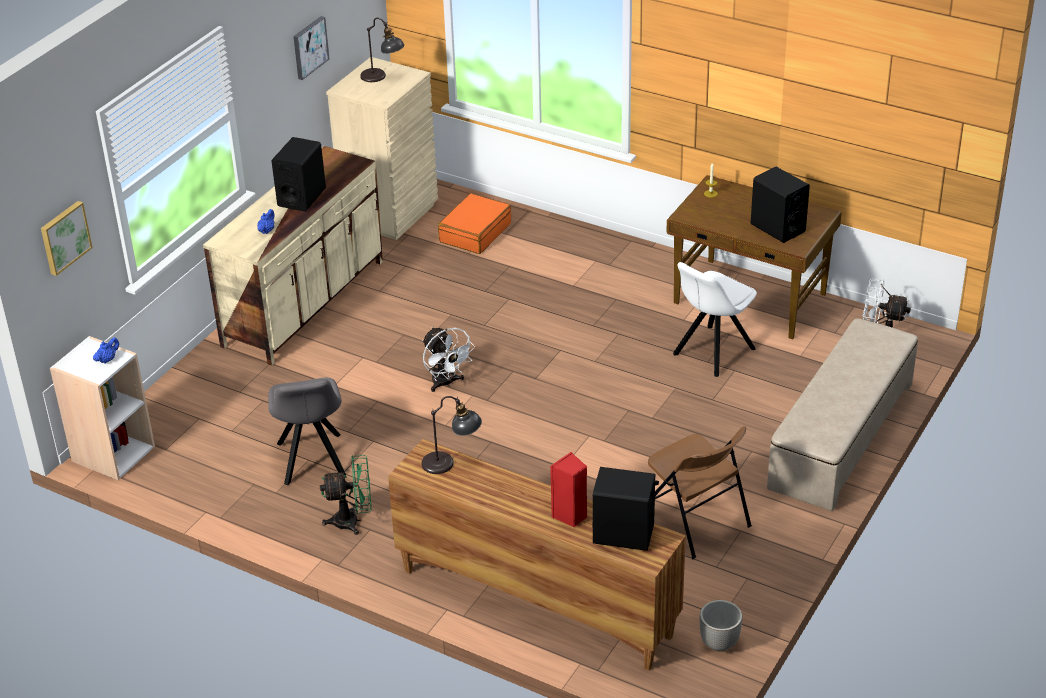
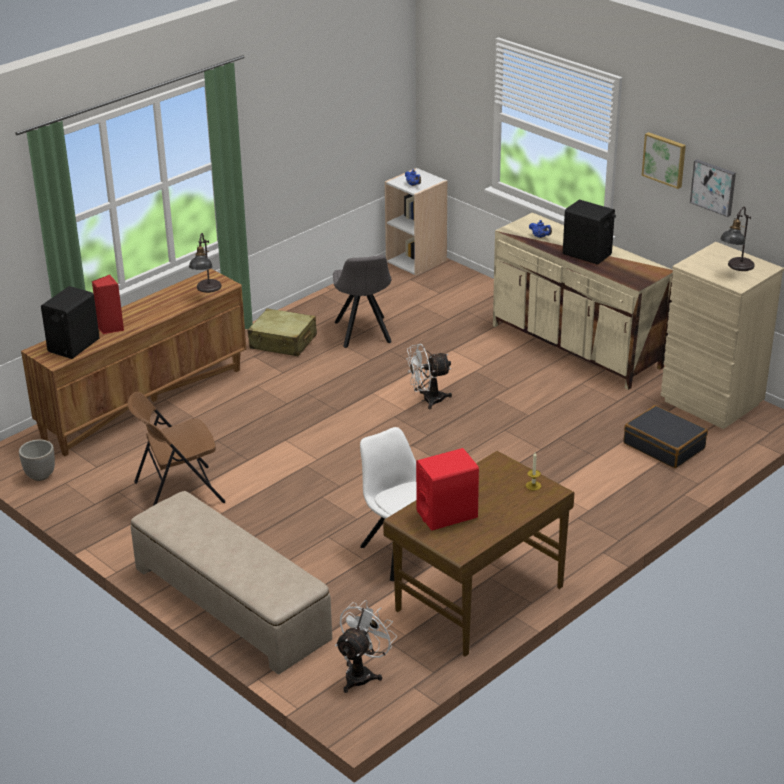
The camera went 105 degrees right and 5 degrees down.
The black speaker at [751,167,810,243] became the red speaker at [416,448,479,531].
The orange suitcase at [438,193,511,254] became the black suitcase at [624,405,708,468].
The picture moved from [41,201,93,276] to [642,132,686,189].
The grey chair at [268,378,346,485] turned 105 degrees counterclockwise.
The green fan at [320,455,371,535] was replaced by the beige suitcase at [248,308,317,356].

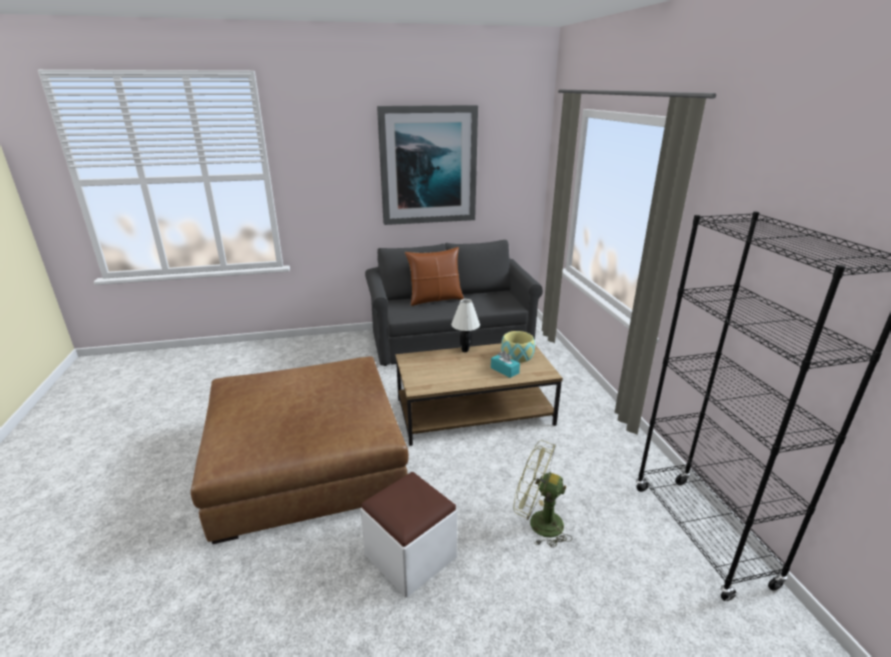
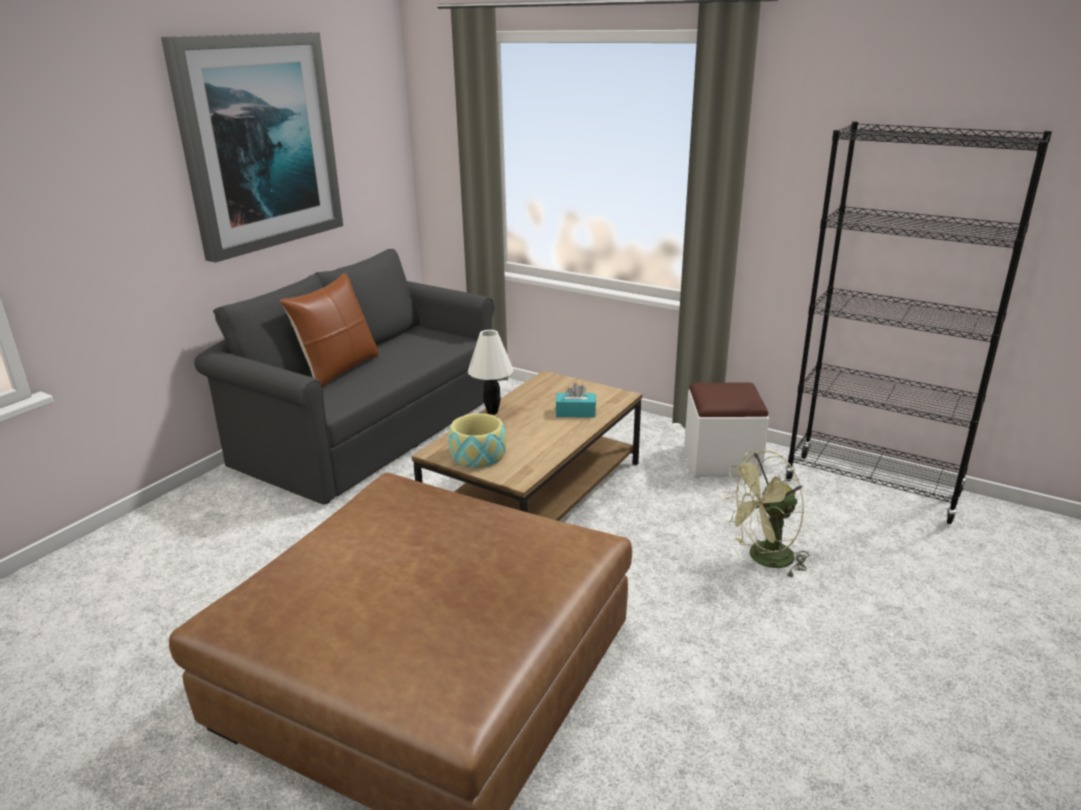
The camera went 45 degrees left and 0 degrees up.
The bowl moved from [501,331,535,363] to [448,413,506,468].
The white ottoman moved from [360,472,457,597] to [684,382,769,476].

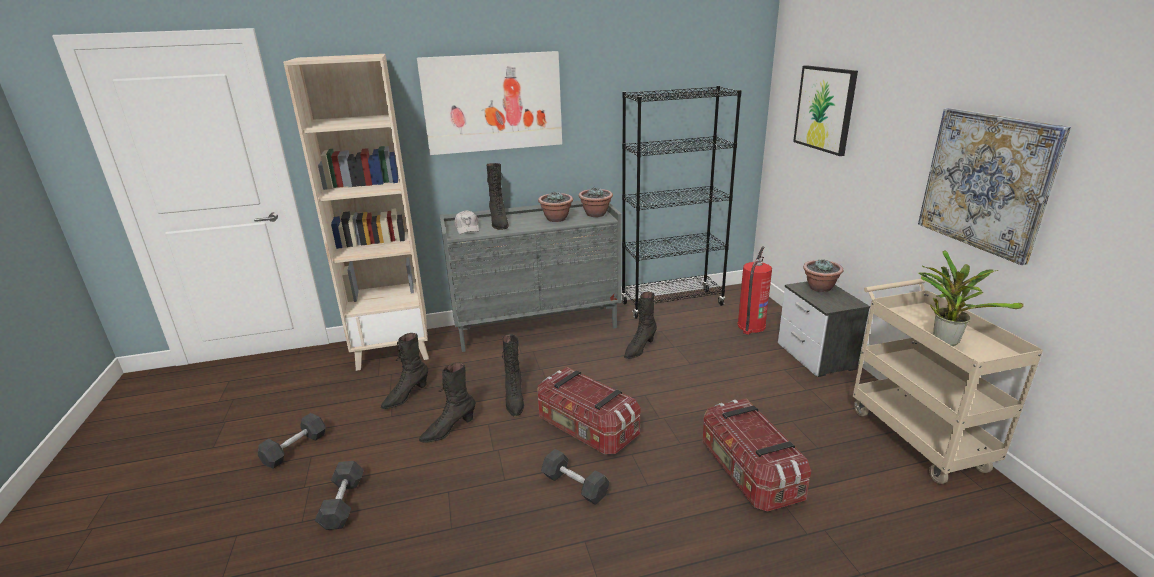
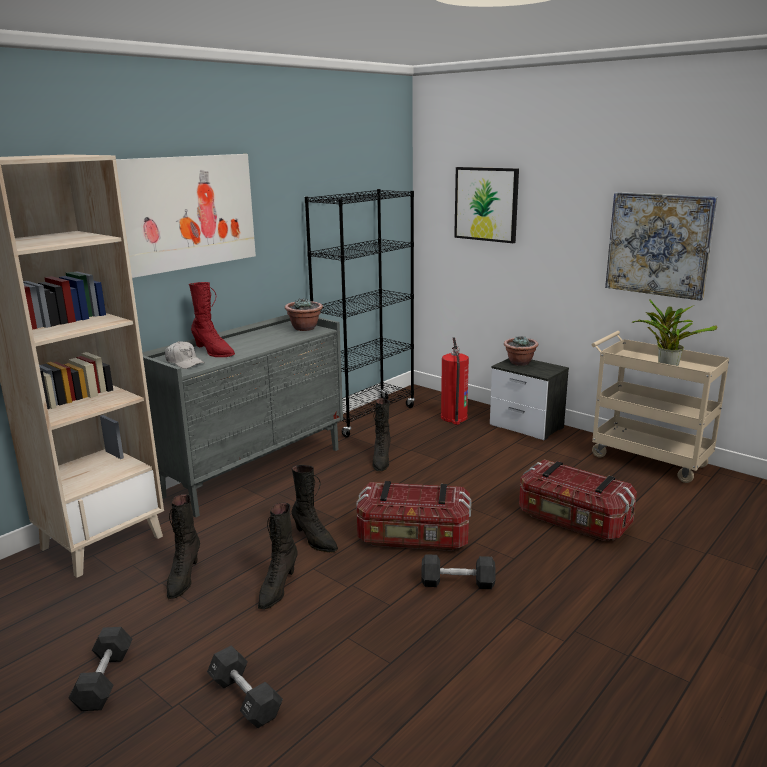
The camera went 35 degrees left and 5 degrees down.
The black boot at [486,163,509,230] became the red boot at [189,282,235,357].
The potted plant at [538,192,573,222] disappeared.

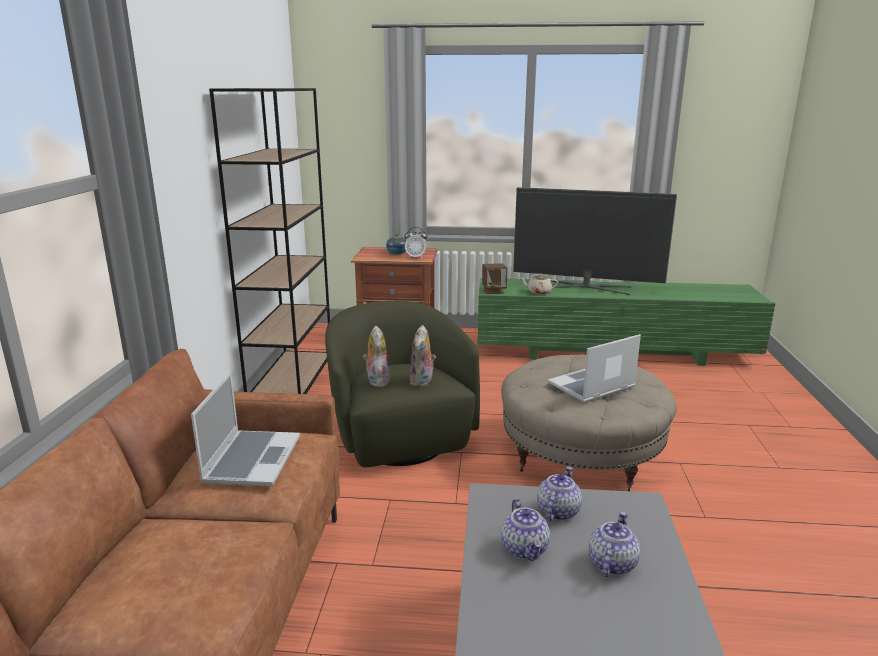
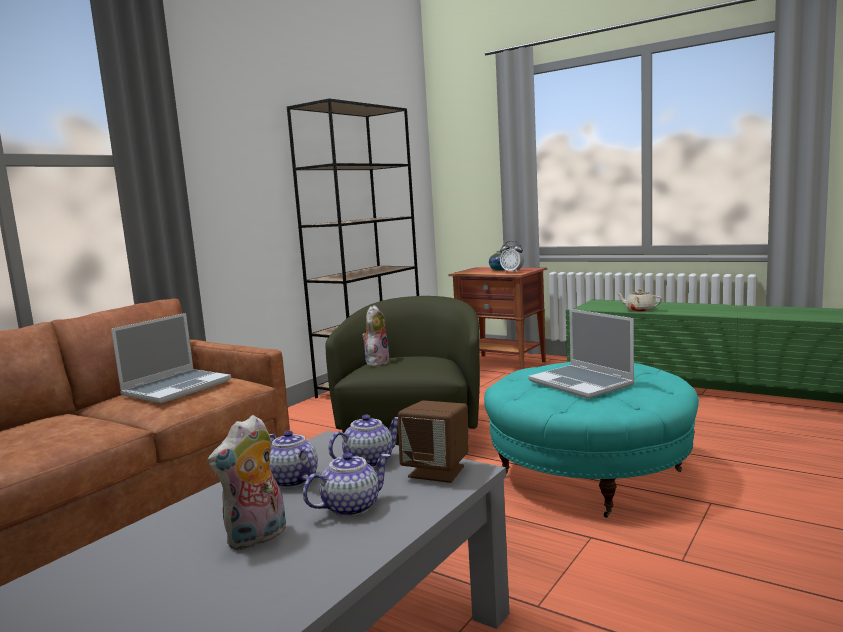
The camera went 30 degrees right and 10 degrees down.
The television at [513,187,677,295] disappeared.
The brown speaker moved from [482,263,507,294] to [398,400,469,483].
The plush toy moved from [410,325,436,387] to [207,415,286,551].
The laptop at [548,334,641,403] turned 120 degrees counterclockwise.
The beige ottoman at [501,355,677,491] became the turquoise ottoman at [484,362,699,518].
The teapot at [501,499,550,561] turned 120 degrees clockwise.

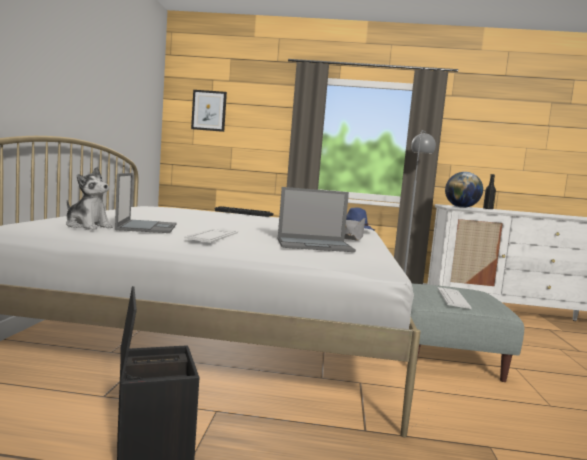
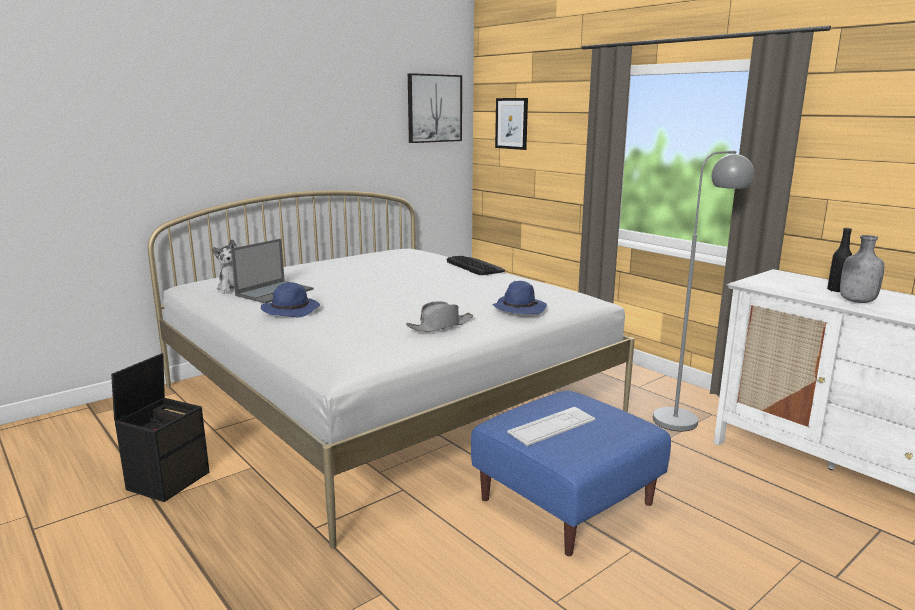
The camera went 45 degrees right and 10 degrees up.
The globe at [445,172,483,208] disappeared.
The laptop at [278,187,356,252] disappeared.
The keyboard at [184,228,238,243] was replaced by the blue hat at [261,282,320,318].
The grey ottoman at [411,284,524,382] became the blue ottoman at [471,391,671,556].
The picture at [408,73,462,143] appeared.
The grey bottle at [840,235,885,303] appeared.

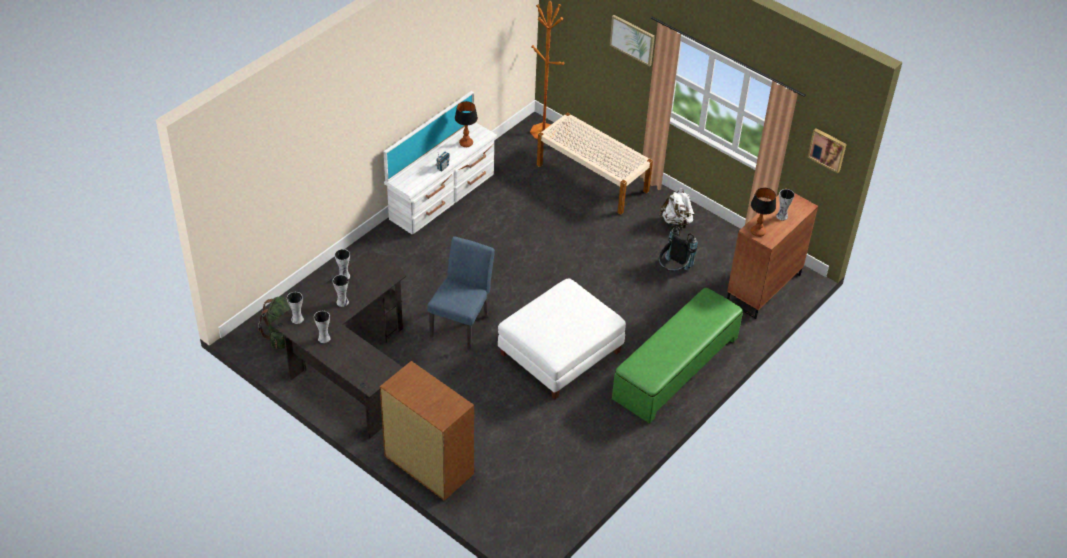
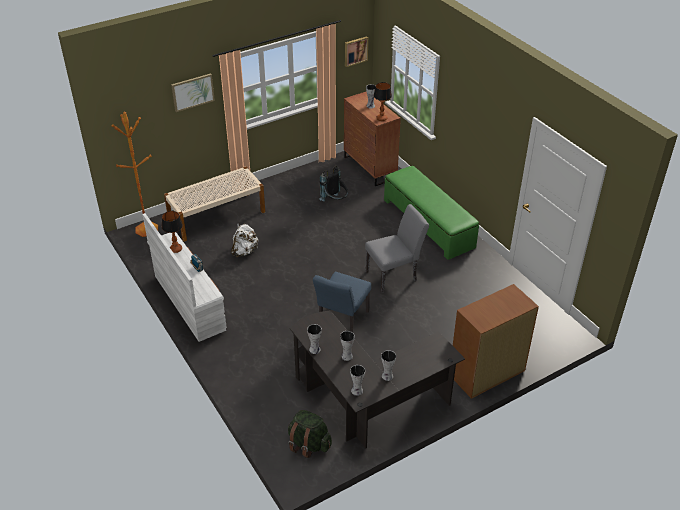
The camera went 70 degrees left and 5 degrees down.
The white backpack moved from [659,188,694,229] to [231,223,258,257].
The blue chair at [427,236,495,350] turned 105 degrees counterclockwise.
The white ottoman at [498,278,626,399] was replaced by the grey chair at [365,204,429,293].

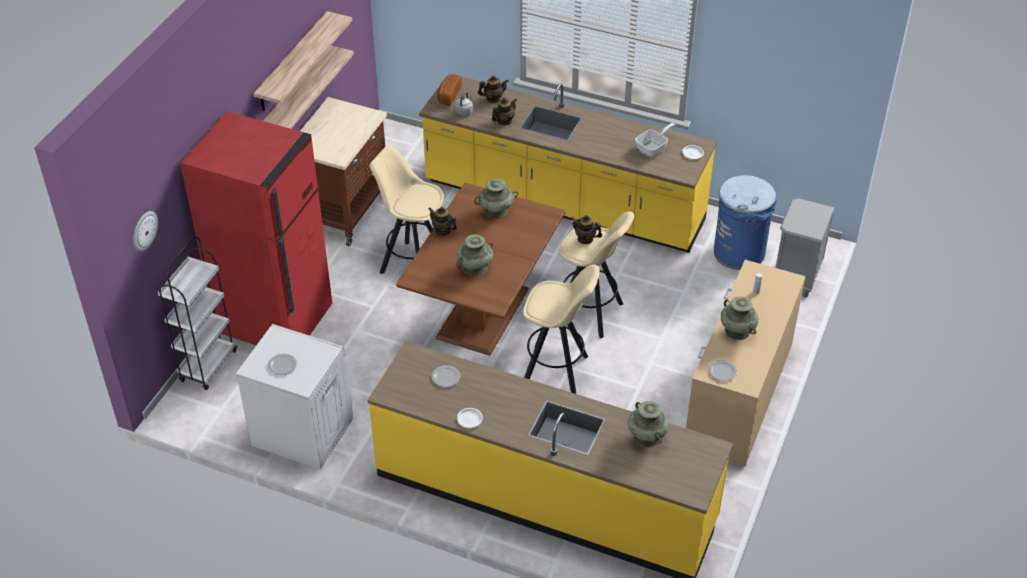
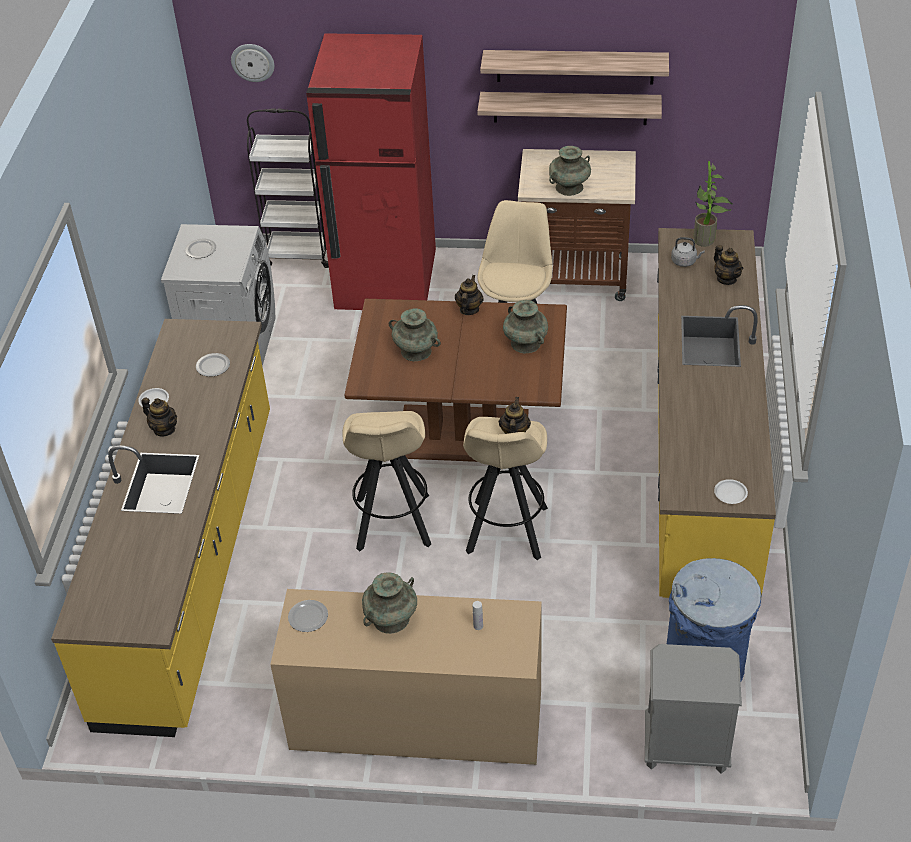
The camera went 75 degrees right and 0 degrees up.
The bread at [437,74,462,106] was replaced by the potted plant at [694,161,733,247].
The teapot moved from [492,98,517,125] to [141,397,177,436].
The frying pan at [635,123,676,156] disappeared.
The turquoise vase moved from [628,401,669,447] to [549,146,591,196].

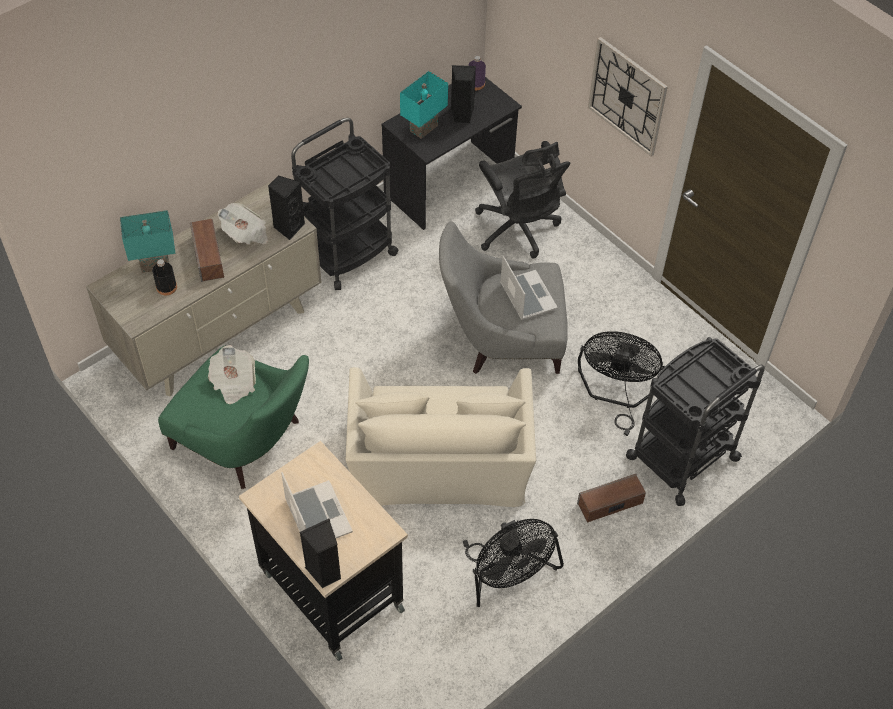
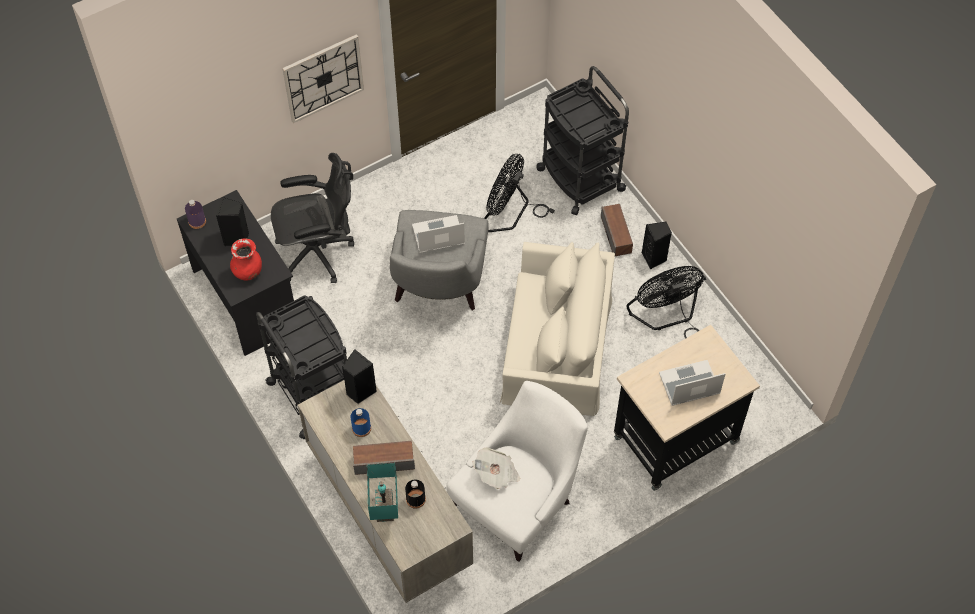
The camera went 80 degrees left and 5 degrees up.
The turquoise table lamp at [400,71,448,139] was replaced by the red vase at [230,239,262,280].
The newspaper at [218,203,268,245] was replaced by the blue bottle at [350,408,371,437].
The green armchair at [158,346,309,489] became the white armchair at [446,381,588,562].
The black speaker moved from [300,519,341,588] to [642,221,672,269].
The black fan at [463,519,564,607] turned 90 degrees counterclockwise.

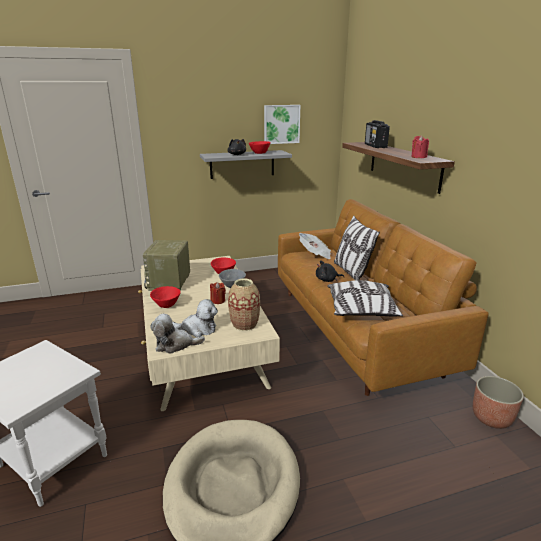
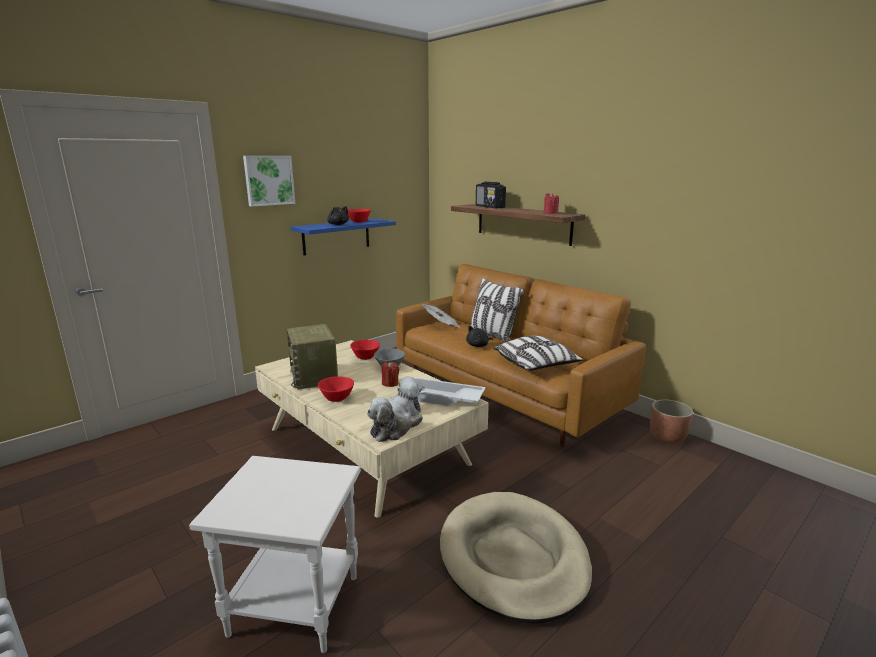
The camera went 25 degrees left and 5 degrees down.
The picture moved from [264,105,300,144] to [243,156,295,207].
The grey shelf at [200,150,292,179] became the blue shelf at [291,218,396,256].
The vase at [228,279,260,331] was replaced by the white tray at [413,377,486,406].

